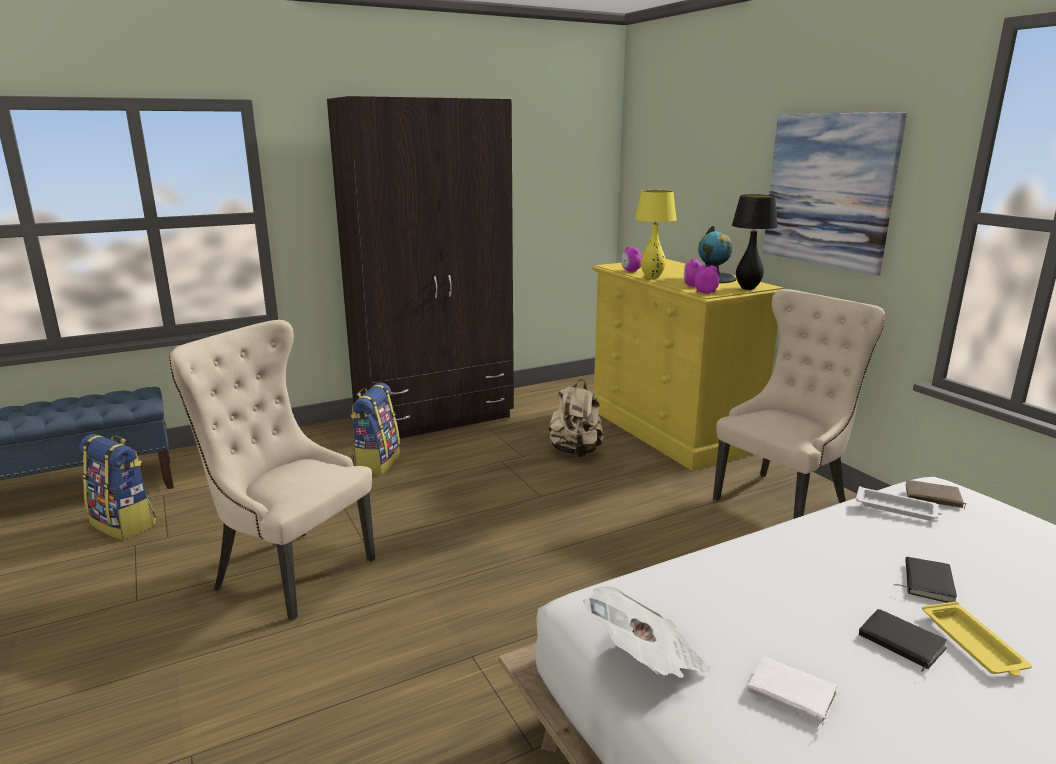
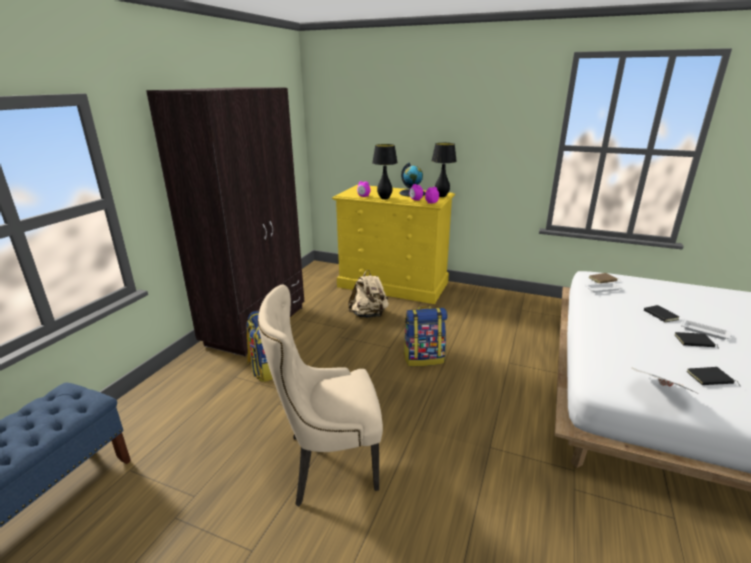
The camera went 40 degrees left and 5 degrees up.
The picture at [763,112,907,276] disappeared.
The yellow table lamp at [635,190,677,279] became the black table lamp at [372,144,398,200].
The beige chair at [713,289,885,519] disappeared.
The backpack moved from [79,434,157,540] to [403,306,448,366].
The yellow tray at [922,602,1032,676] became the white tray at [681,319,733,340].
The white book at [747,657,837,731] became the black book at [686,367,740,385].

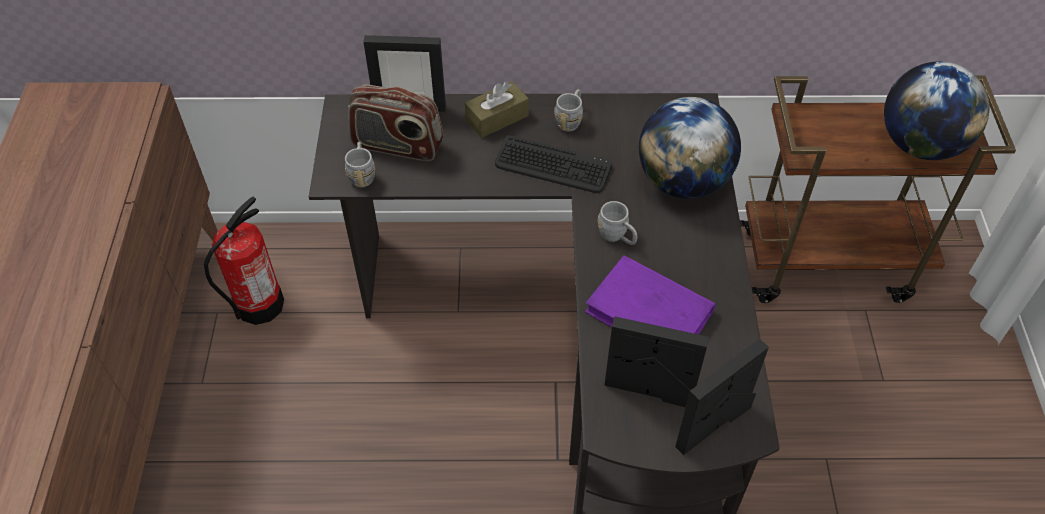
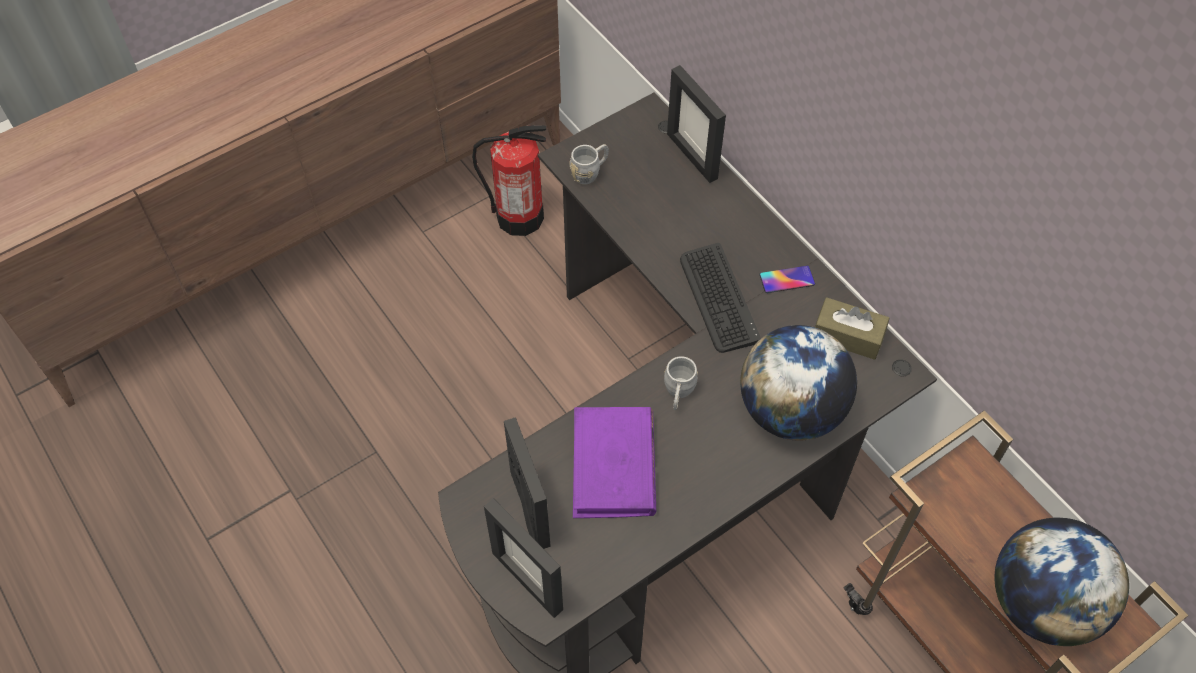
The camera went 55 degrees right and 5 degrees up.
The brown tissue box moved from [465,81,529,138] to [815,297,889,360].
The radio at [348,85,443,161] disappeared.
The grey mug at [554,89,583,132] was replaced by the phone at [759,266,815,293].
The picture frame at [675,339,769,455] turned 150 degrees counterclockwise.

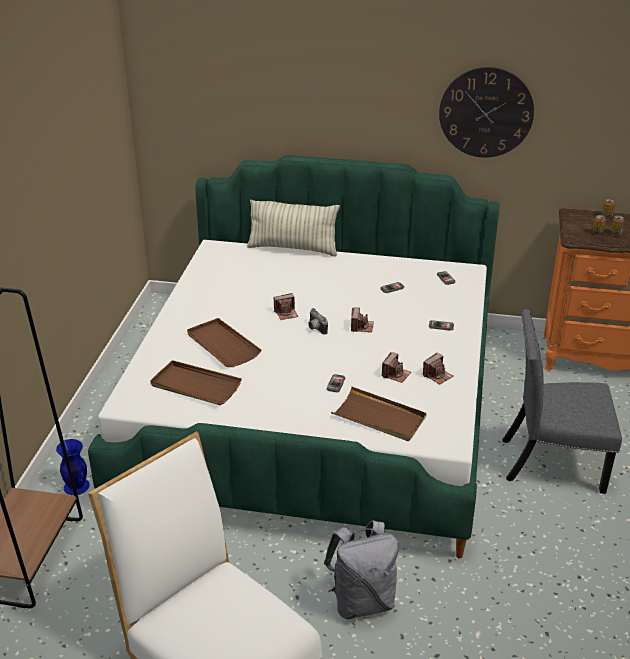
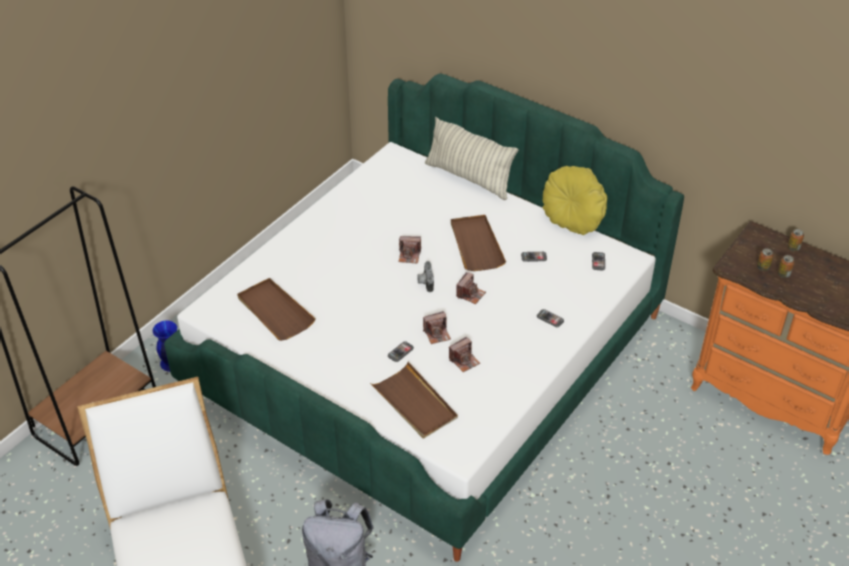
The camera went 25 degrees right and 10 degrees up.
The wall clock at [439,67,534,158] disappeared.
The grey chair at [502,309,622,494] disappeared.
The brown tray moved from [187,318,261,367] to [451,215,506,271].
The photo camera moved from [423,353,453,384] to [423,311,451,344].
The yellow pillow at [543,166,607,235] appeared.

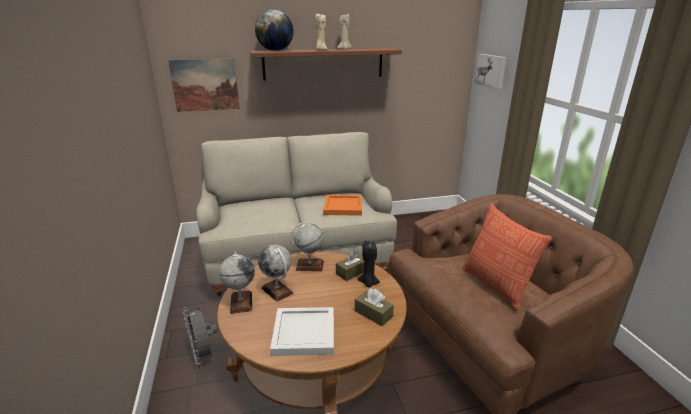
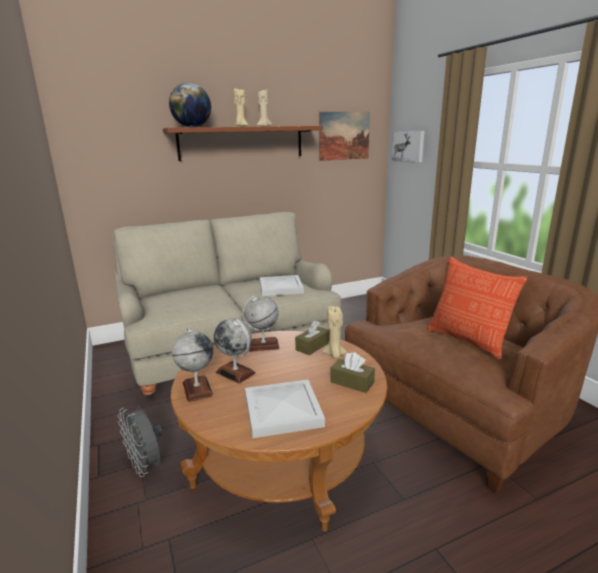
The camera went 10 degrees left and 5 degrees down.
The picture moved from [168,59,240,112] to [319,112,370,161].
The orange tray at [323,195,362,216] became the white tray at [260,275,304,296].
The black candle at [358,241,380,287] became the beige candle at [322,306,347,358].

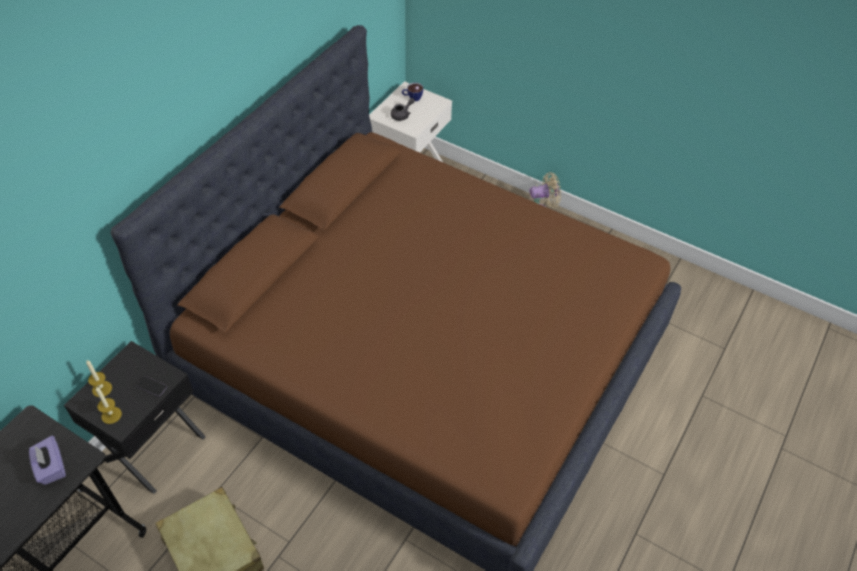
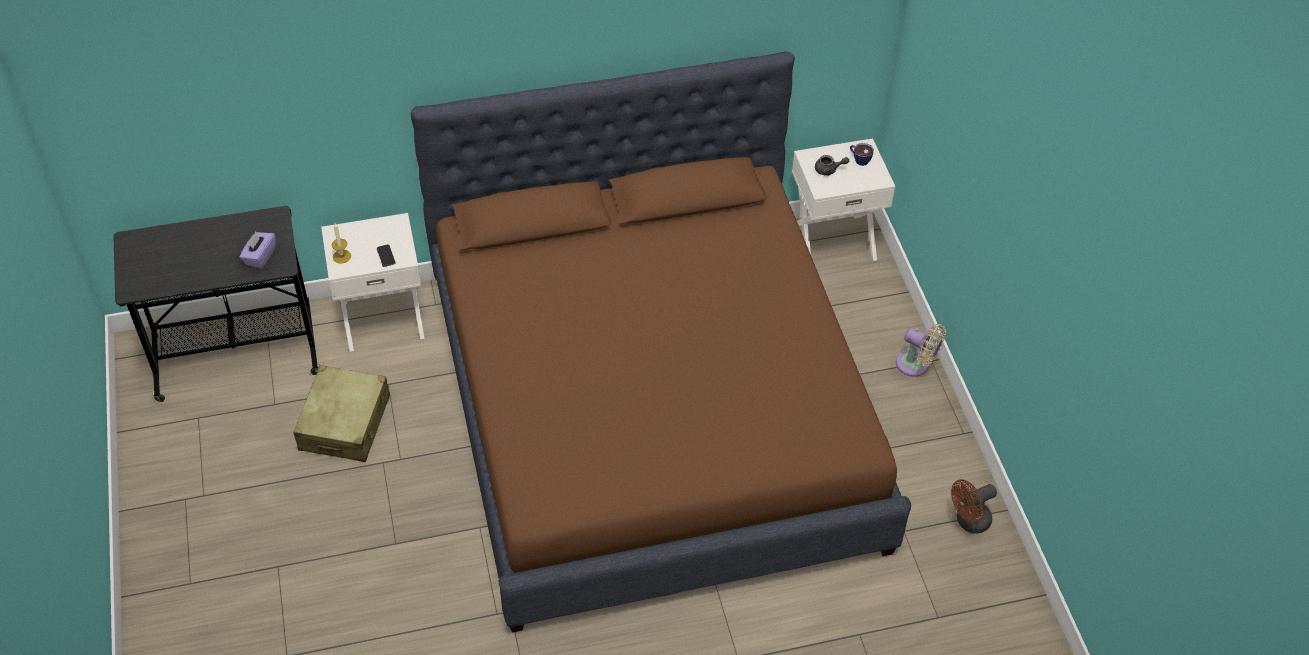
The camera went 45 degrees right and 0 degrees up.
The black nightstand at [64,341,206,494] became the white nightstand at [321,213,425,352].
The candle at [86,360,112,397] disappeared.
The brown fan at [951,479,997,534] appeared.

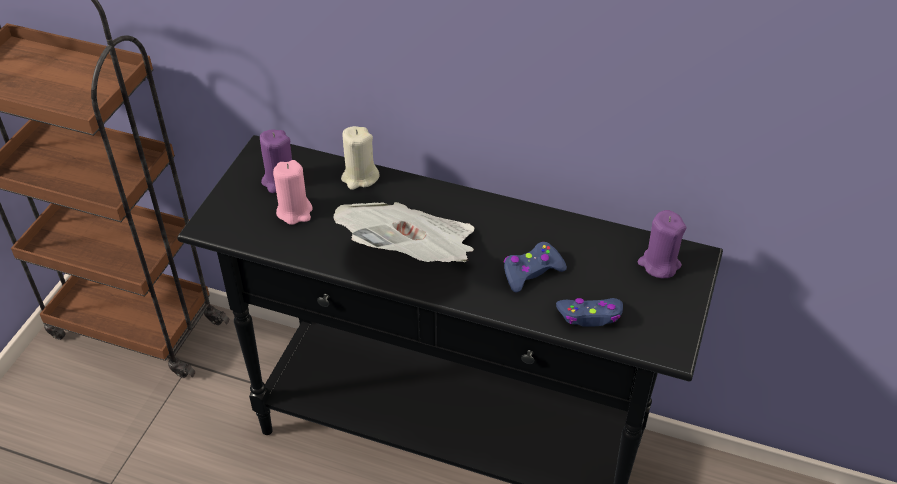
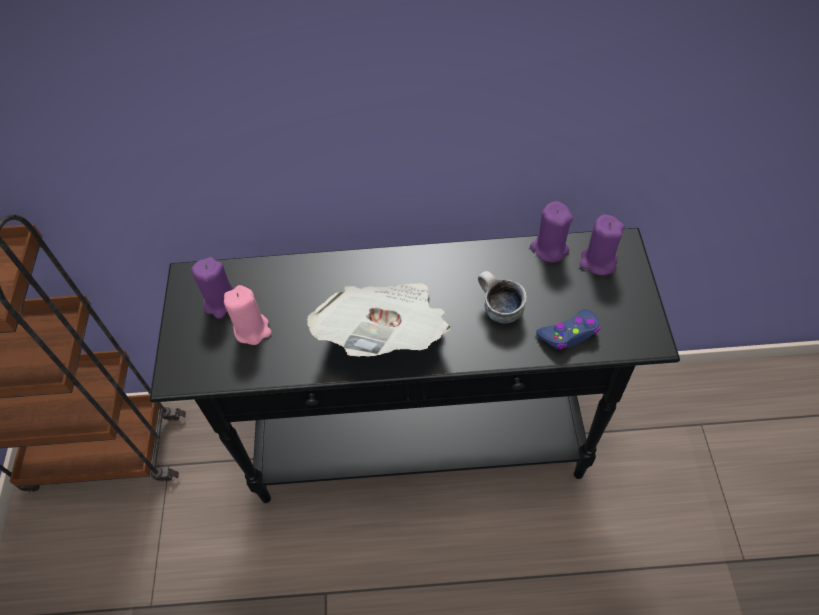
The camera went 20 degrees left and 10 degrees up.
The beige candle at [341,126,379,190] disappeared.
The blue game controller at [504,242,567,293] was replaced by the mug at [478,271,527,323].
The purple candle at [530,201,573,262] appeared.

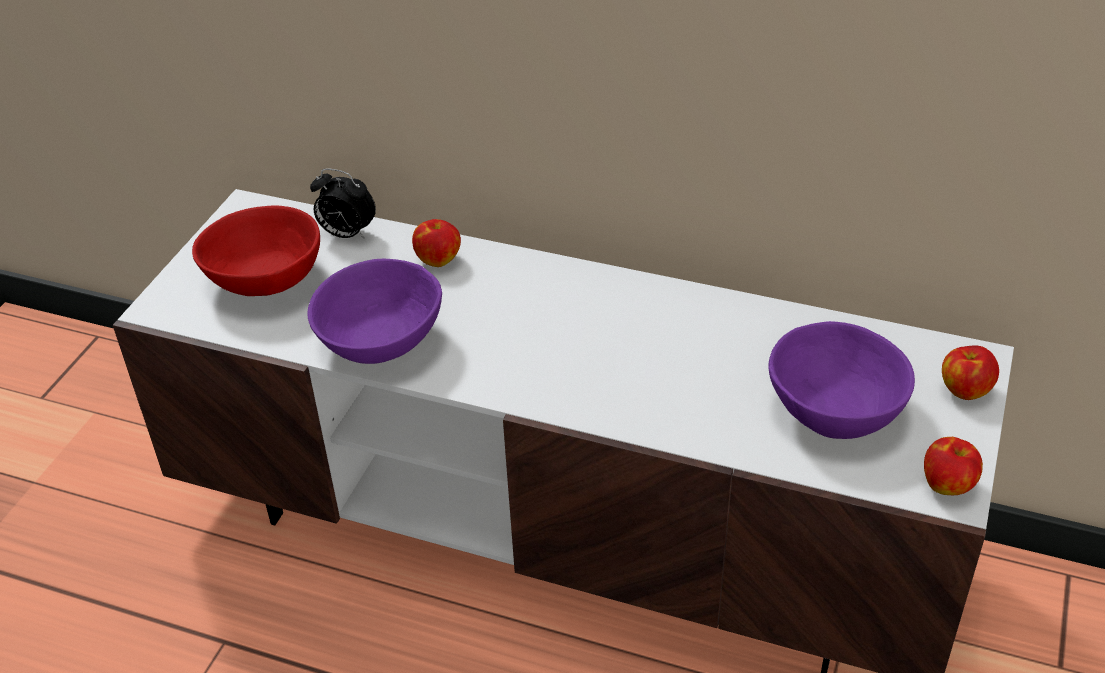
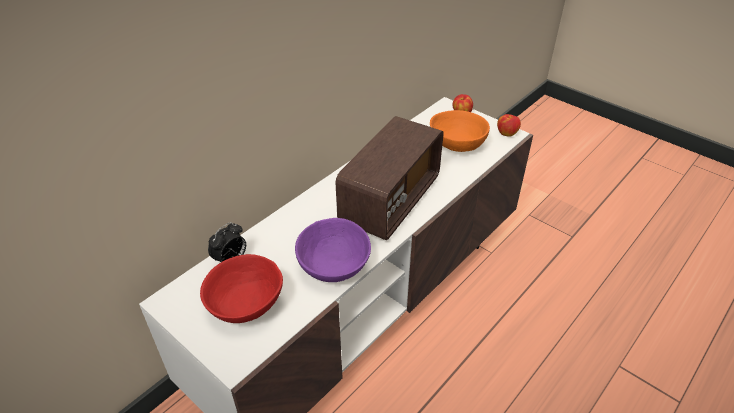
The camera went 70 degrees left and 0 degrees up.
The apple at [412,219,461,267] disappeared.
The purple bowl at [768,321,915,439] became the orange bowl at [430,110,490,152].
The radio at [336,116,444,240] appeared.

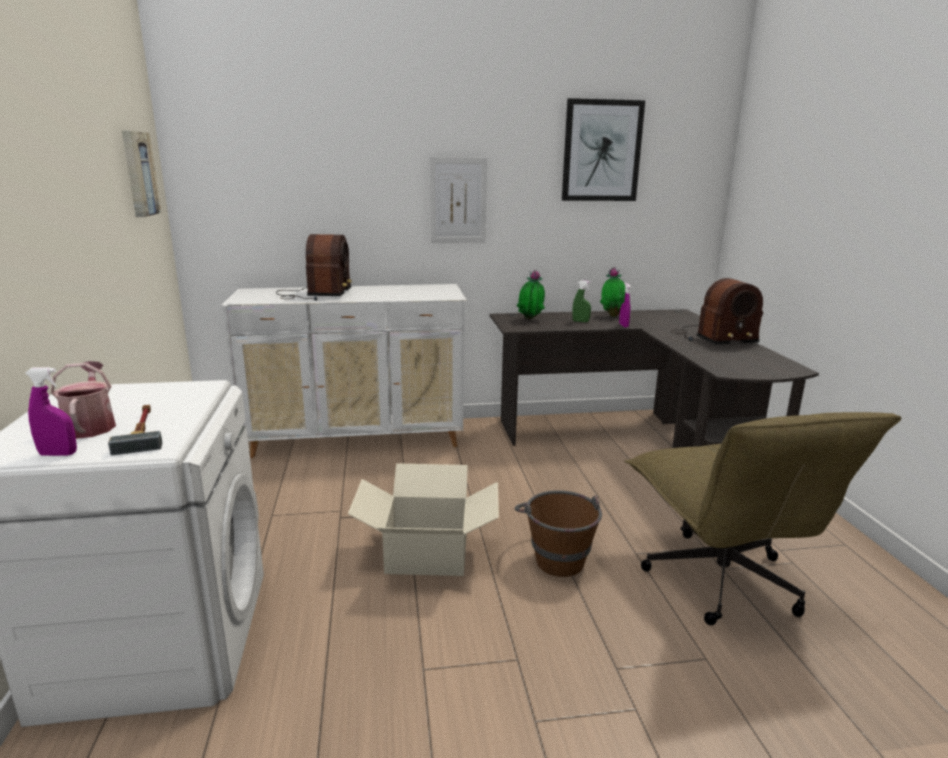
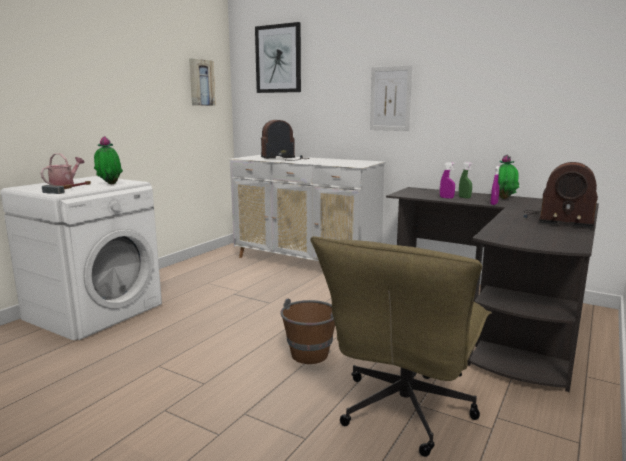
The camera went 40 degrees right and 5 degrees down.
The picture moved from [562,98,645,201] to [255,22,301,93].
The radio at [276,234,352,301] turned 150 degrees counterclockwise.
The potted plant moved from [516,270,545,319] to [94,136,123,184].
The purple spray bottle moved from [25,367,77,456] to [440,162,455,199].
The cardboard box at [348,463,499,576] disappeared.

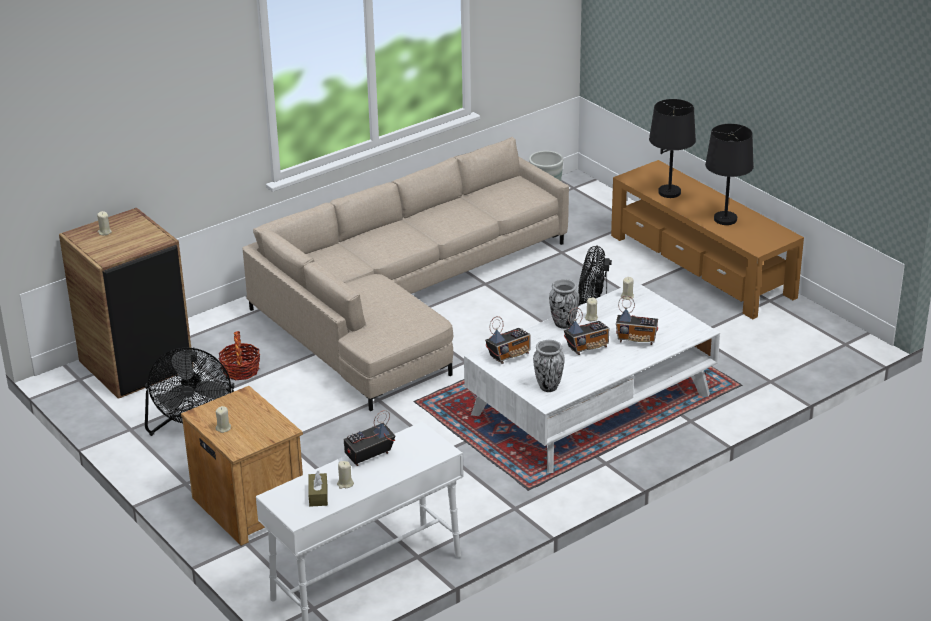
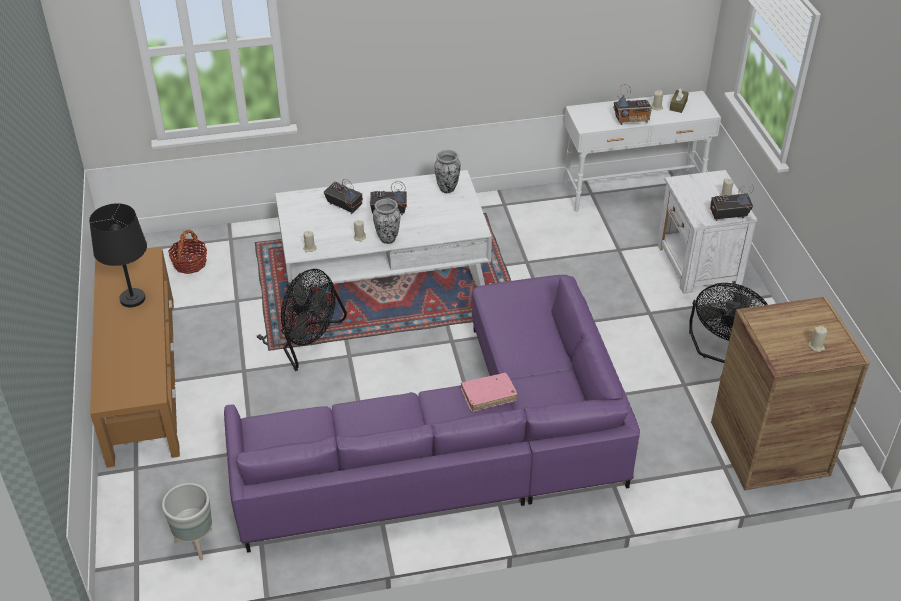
The camera went 155 degrees left and 10 degrees up.
The black table lamp at [649,99,696,198] disappeared.
The beige sofa at [242,137,569,411] became the purple sofa at [224,275,640,553].
The radio moved from [485,316,531,364] to [710,184,754,221].
The basket moved from [219,331,260,380] to [168,229,207,274].
The brown nightstand at [181,386,303,546] became the white nightstand at [657,170,758,294].
The pink book at [461,373,518,412] appeared.

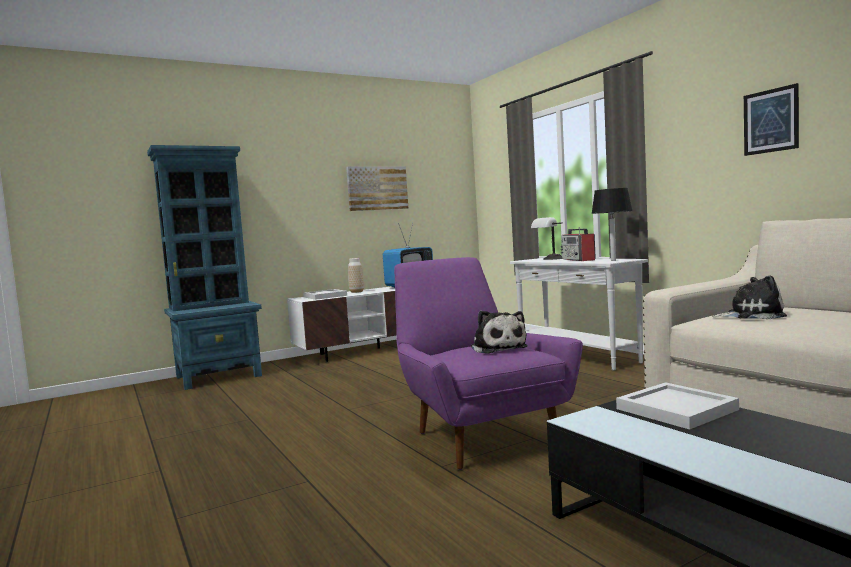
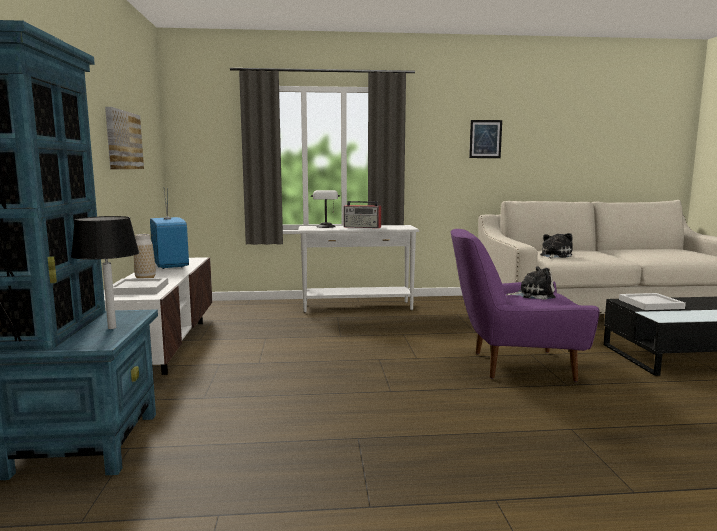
The camera went 65 degrees left and 5 degrees up.
The black table lamp moved from [591,188,633,261] to [71,216,139,329].

